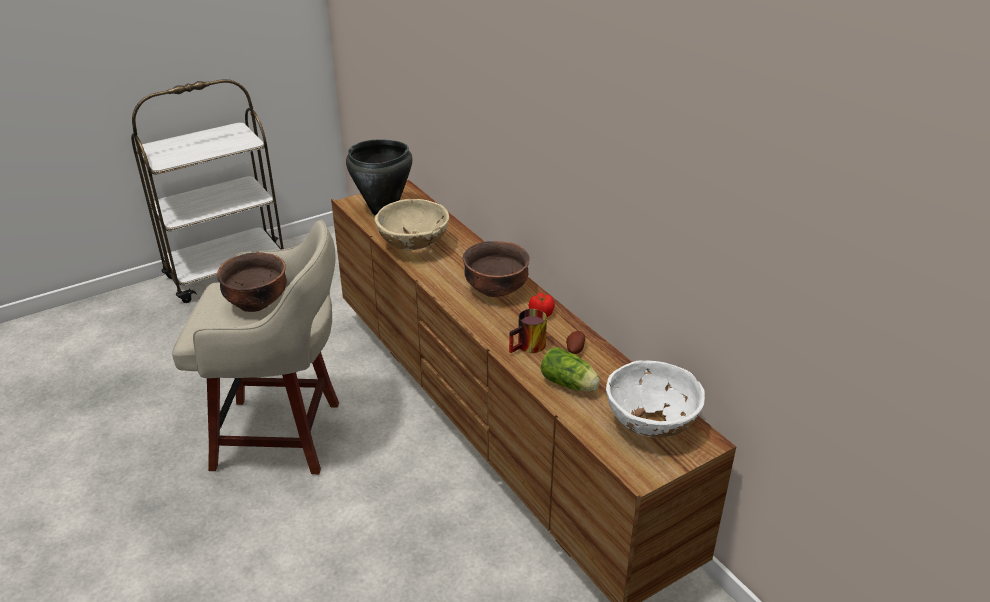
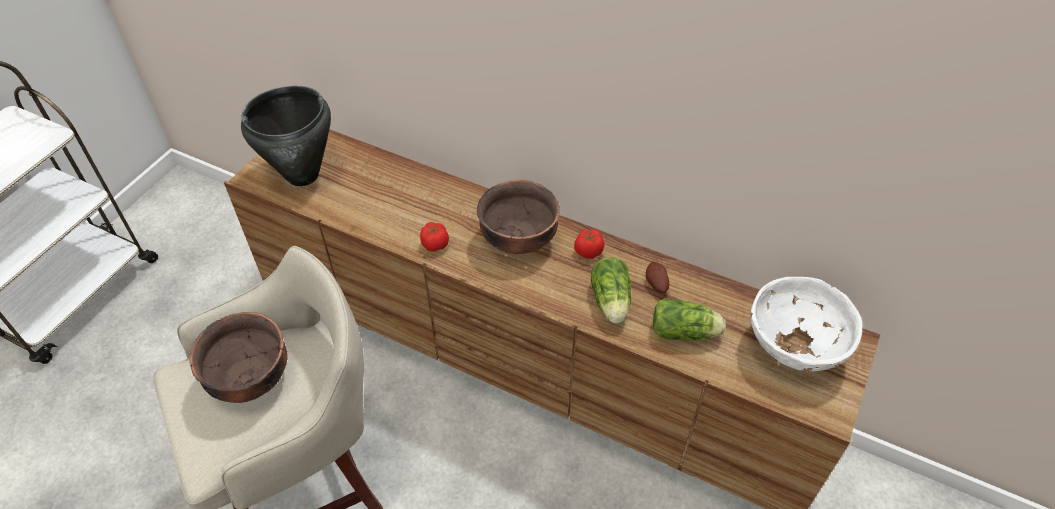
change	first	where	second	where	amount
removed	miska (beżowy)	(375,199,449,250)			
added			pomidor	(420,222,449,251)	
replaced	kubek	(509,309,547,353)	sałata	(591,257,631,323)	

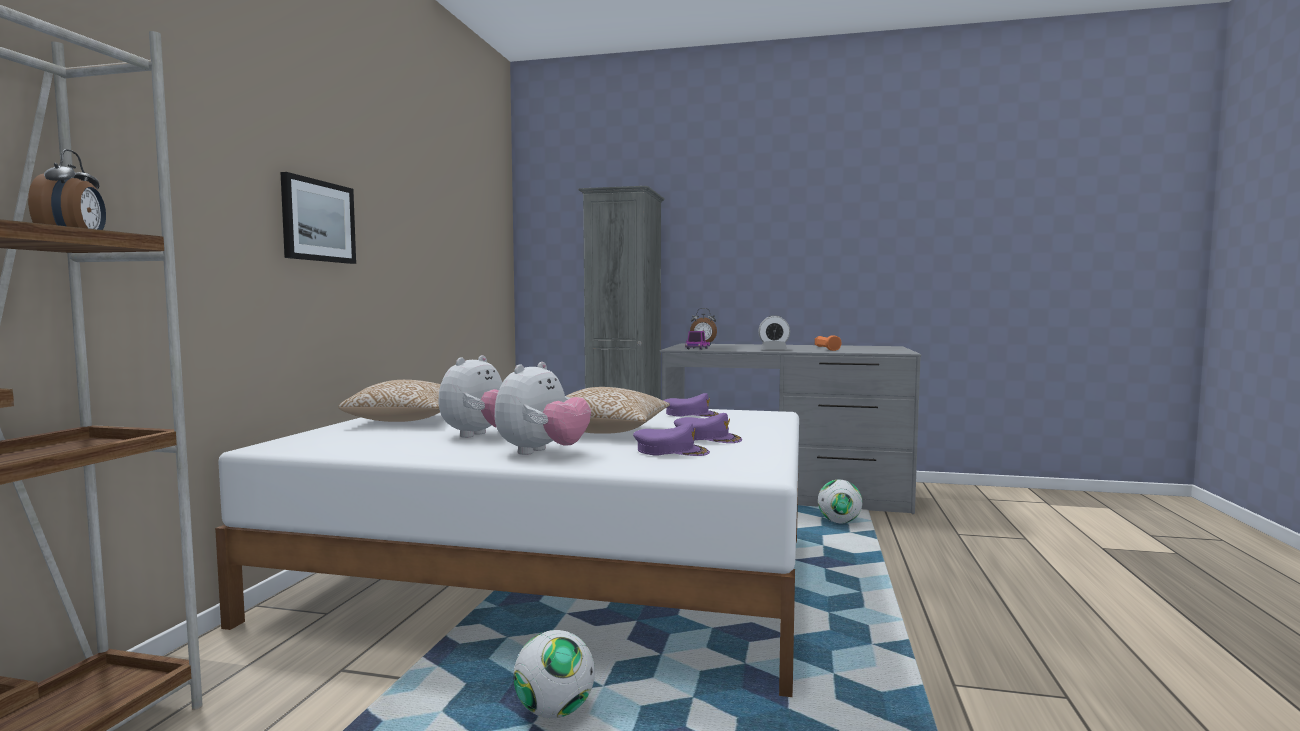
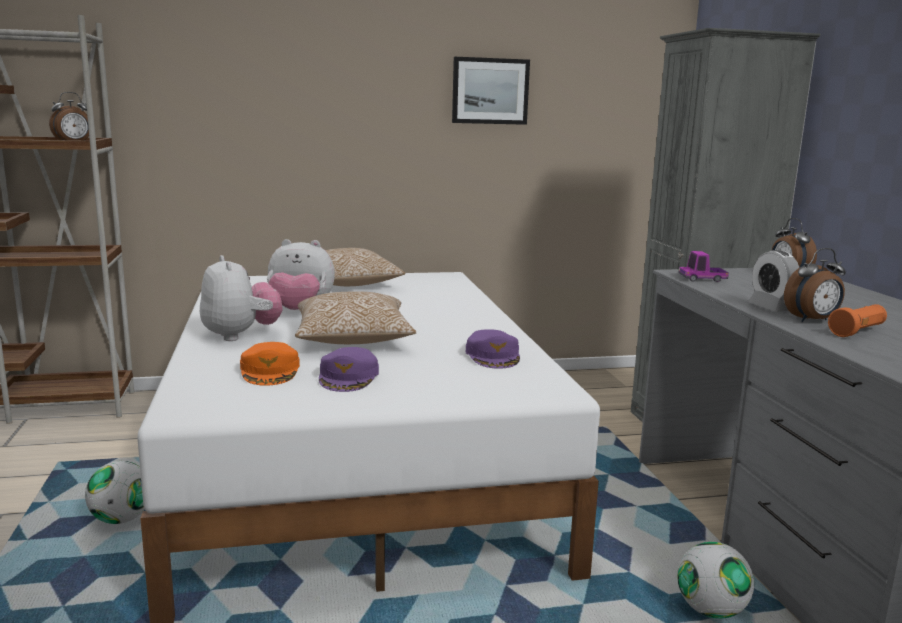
change	first	where	second	where	amount
added			budzik	(784,248,846,322)	
moved	obraz	(280,172,356,264)		(452,57,530,125)	
recoloured	czapka z daszkiem (fioletowy)	(633,423,710,456)	czapka z daszkiem (pomarańczowy)	(240,342,300,386)	
turned	pluszak	(495,362,591,455)		(200,255,283,341)	120 degrees counterclockwise

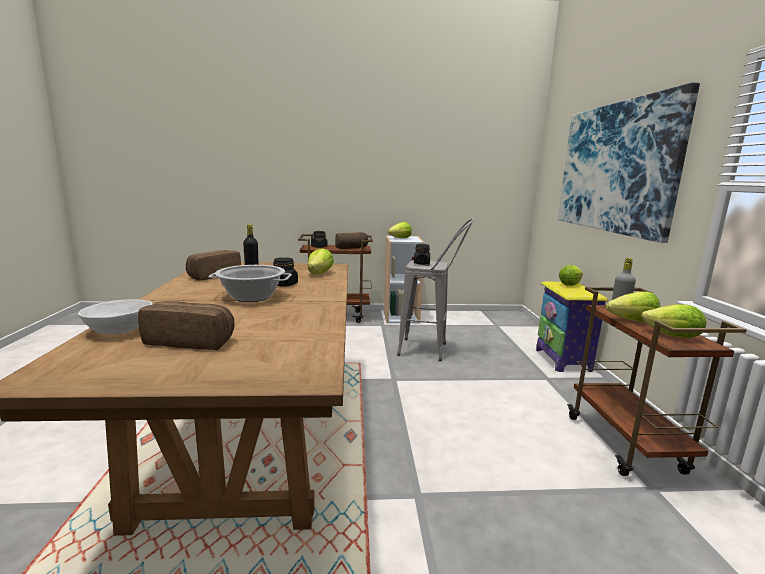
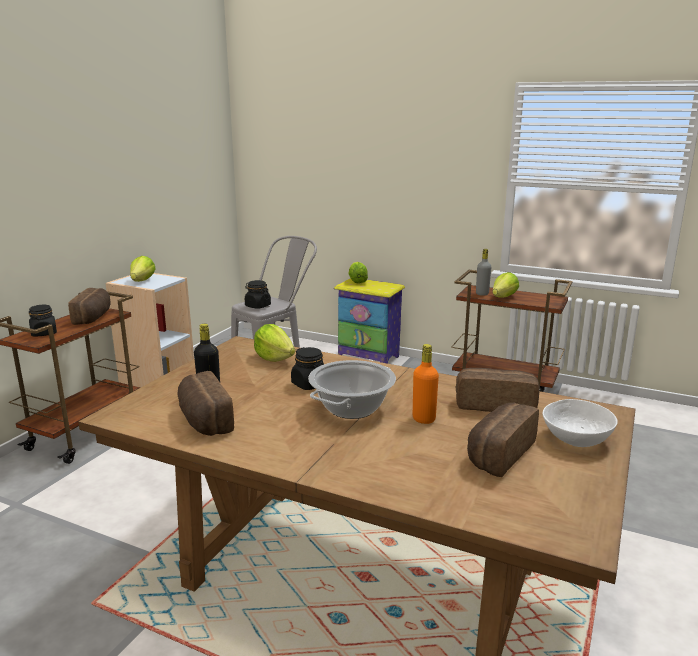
change	first	where	second	where	amount
removed	obraz	(558,82,700,243)			
removed	sałata	(641,304,706,338)			
added			butelka (pomarańczowy)	(413,344,439,424)	
added			chleb	(456,368,539,412)	
moved	miska (biały)	(78,299,153,335)		(543,399,618,447)	

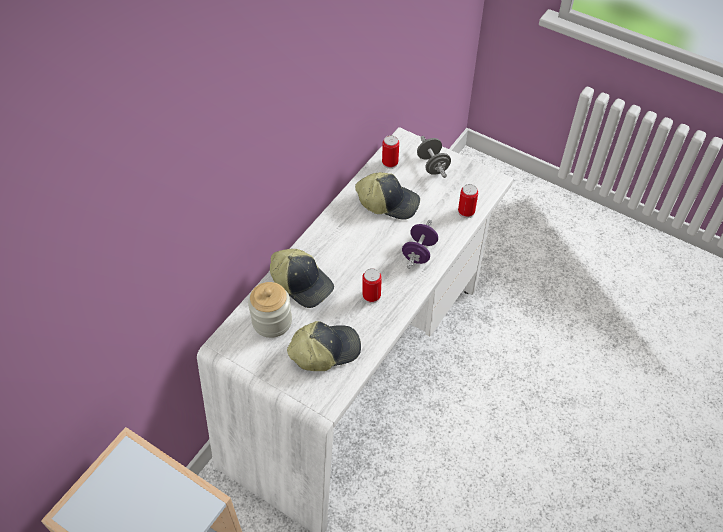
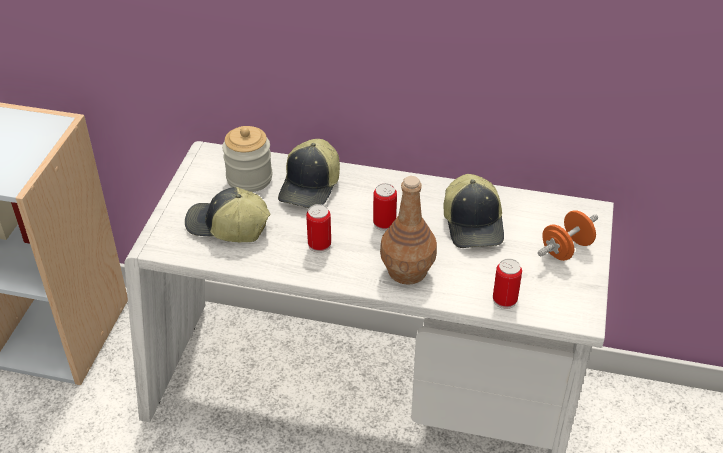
change	first	where	second	where	amount
moved	puszka	(382,135,399,169)		(373,183,397,231)	
replaced	hantel (fioletowy)	(402,220,438,269)	butelka (brązowy)	(380,176,437,285)	
recoloured	hantel (szary)	(417,136,451,178)	hantel (pomarańczowy)	(538,210,598,261)	
turned	czapka z daszkiem	(287,321,361,371)		(185,187,271,243)	150 degrees clockwise

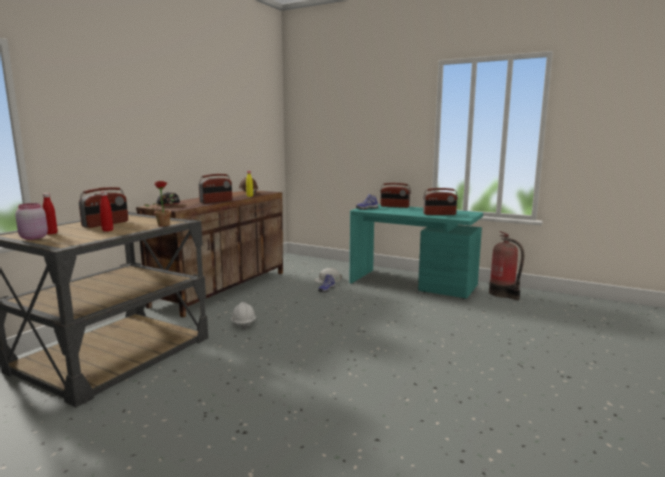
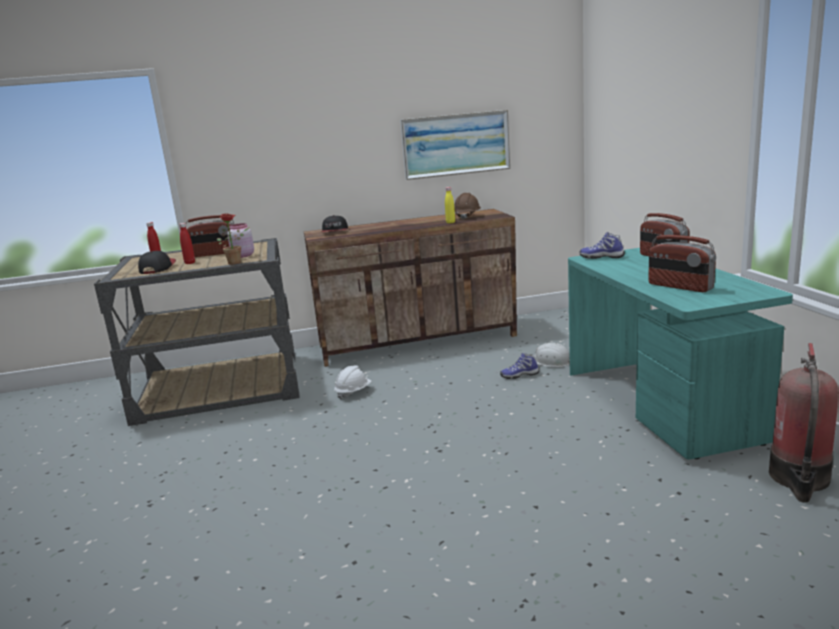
change	first	where	second	where	amount
removed	radio	(199,174,232,203)			
added			czapka z daszkiem	(138,251,176,274)	
added			obraz	(400,110,510,180)	
moved	słoik (różowy)	(15,203,48,240)		(227,223,254,258)	

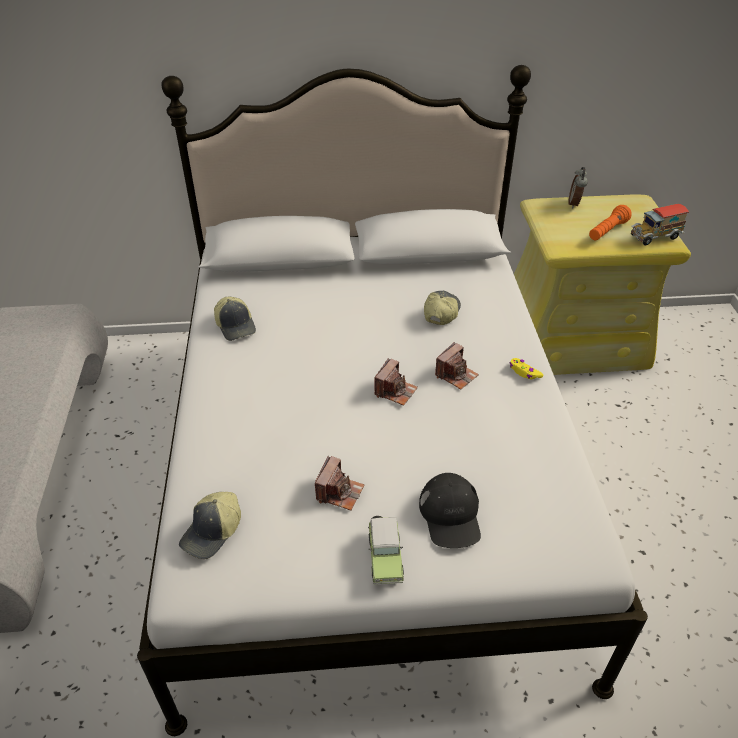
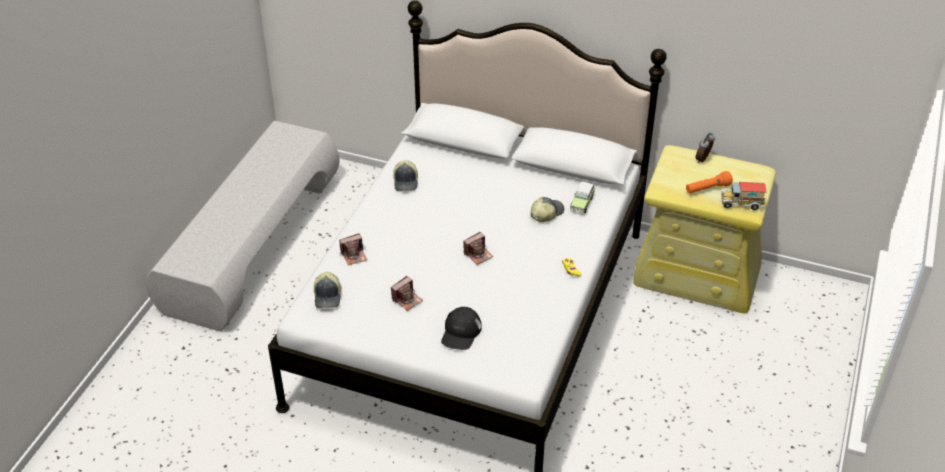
change	first	where	second	where	amount
moved	samochodzik	(368,516,404,585)		(570,181,595,213)	
moved	aparat fotograficzny	(435,342,479,390)		(339,233,367,265)	
turned	czapka z daszkiem	(179,492,241,559)		(314,272,341,308)	60 degrees counterclockwise

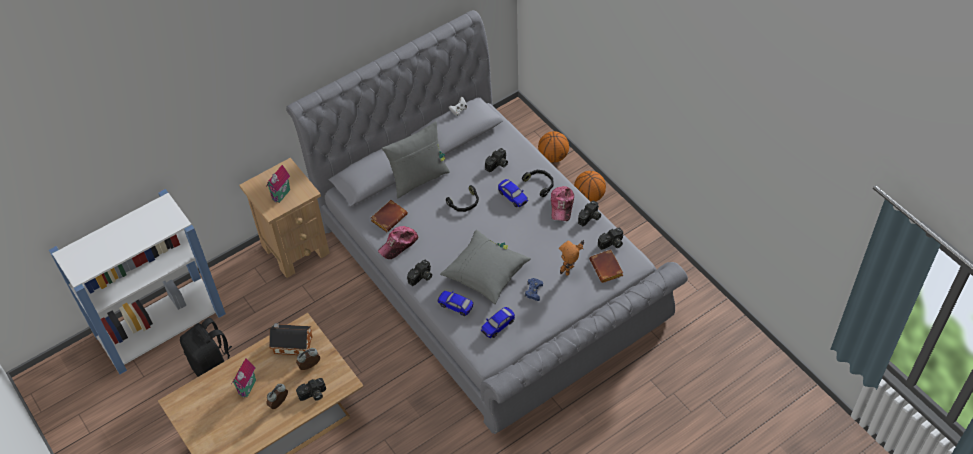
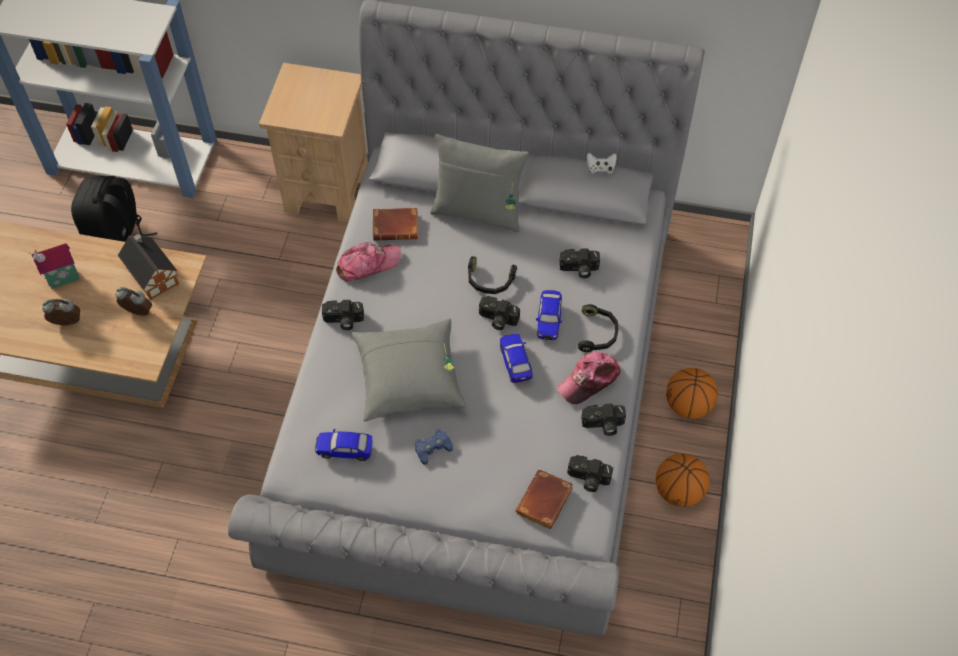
change	first	where	second	where	amount
removed	domek	(266,165,290,203)			
removed	robot zabawkowy	(559,240,584,275)			
moved	aparat fotograficzny	(296,378,326,401)		(479,296,520,330)	
moved	samochodzik	(438,291,473,316)		(500,334,533,383)	
moved	piłka do koszykówki	(538,131,569,163)		(656,454,710,507)	
turned	czapka z daszkiem	(378,226,418,259)		(336,242,401,282)	150 degrees clockwise

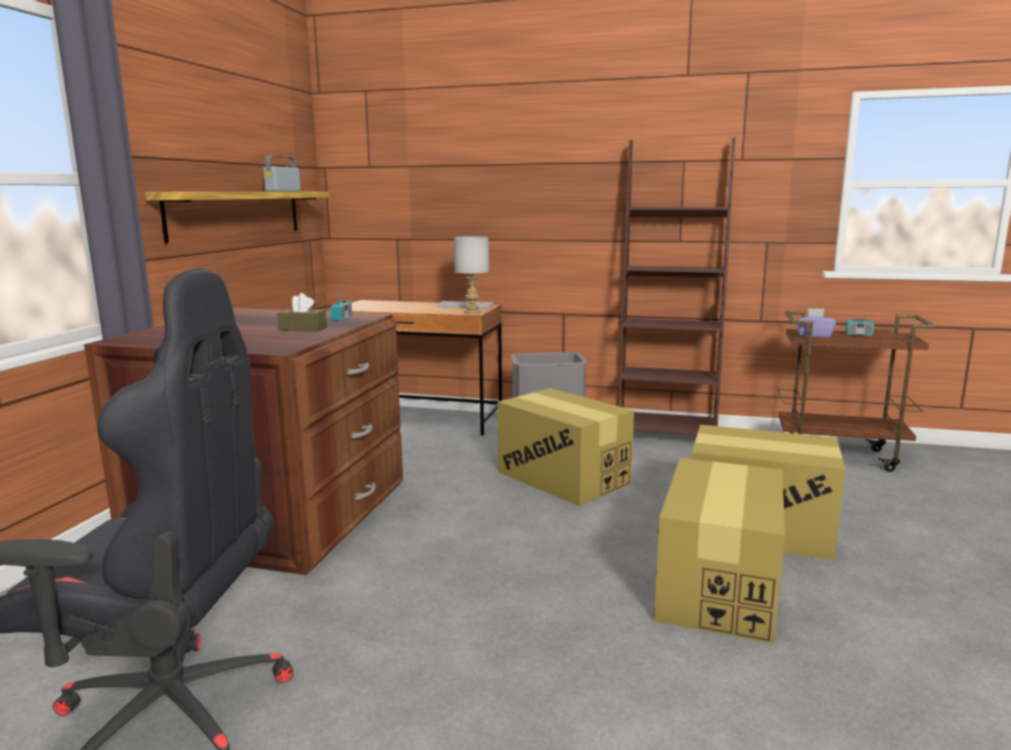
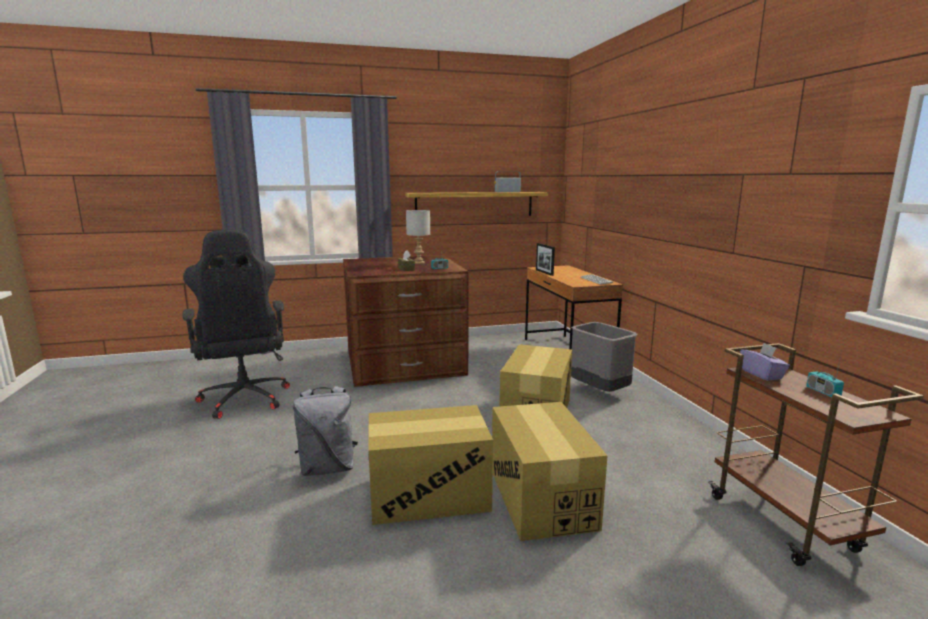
change	first	where	second	where	amount
removed	regał (brązowy)	(617,137,736,436)			
added			plecak (szary)	(293,386,358,476)	
added			ramka na zdjęcie	(536,243,555,276)	
moved	lampa stołowa (szary)	(454,236,489,314)		(406,210,430,264)	

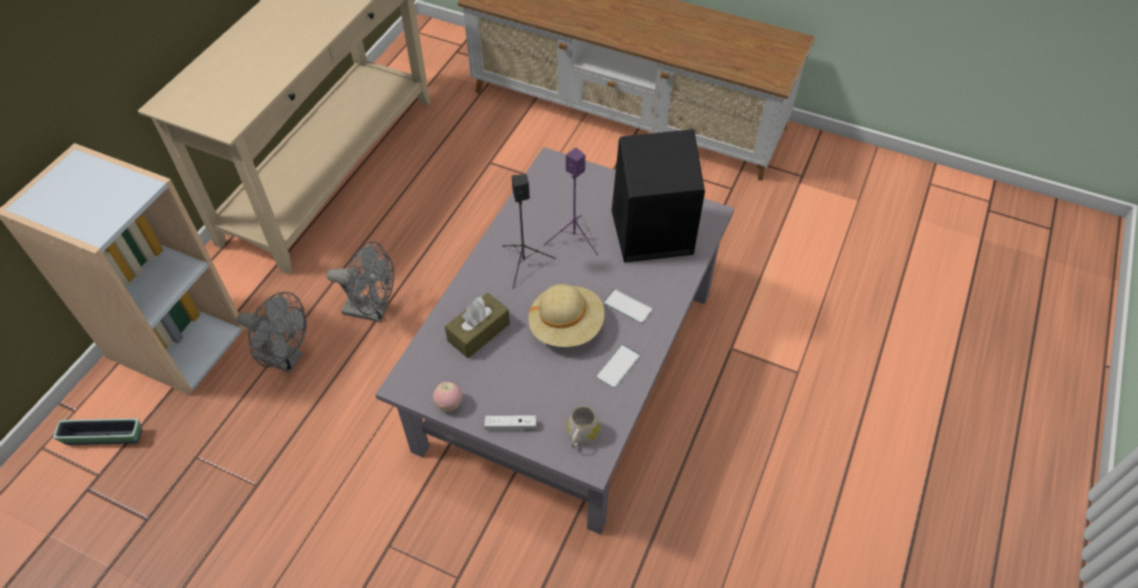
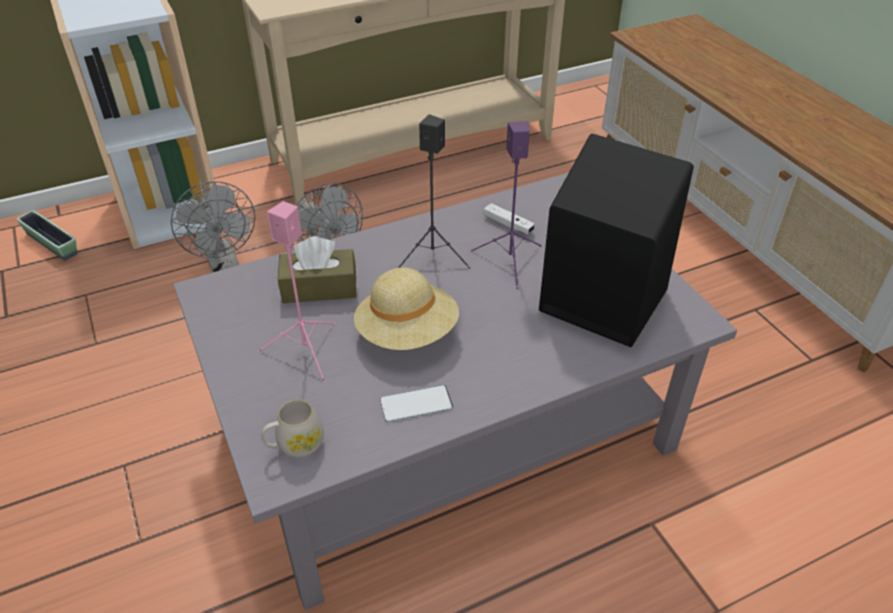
change	first	where	second	where	amount
removed	jabłko	(433,382,462,412)			
removed	telefon	(603,289,653,323)			
added			głośnik (różowy)	(258,201,335,383)	
moved	pad do gier (biały)	(485,415,536,430)		(484,203,535,234)	

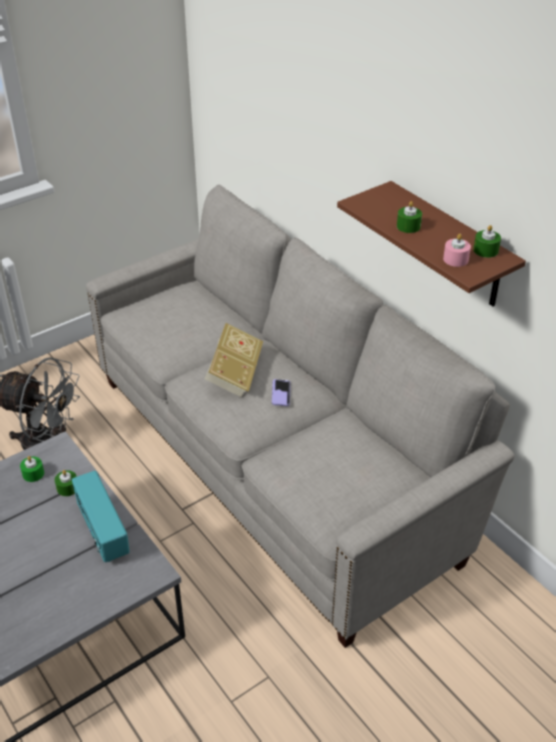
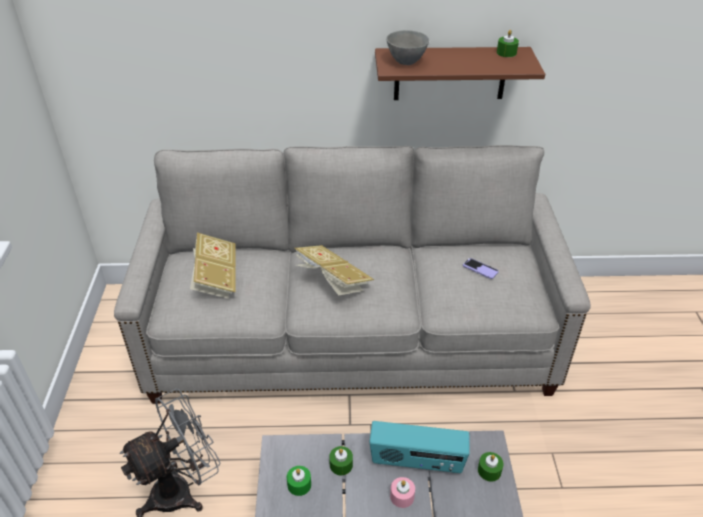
change	first	where	second	where	amount
added			książka	(190,233,236,299)	
added			miska (szary)	(386,30,429,65)	
moved	telefon	(272,379,291,406)		(463,258,499,279)	
moved	świeca (zielony)	(397,201,422,233)		(478,452,504,482)	
moved	świeca (różowy)	(443,233,471,267)		(390,477,415,508)	

